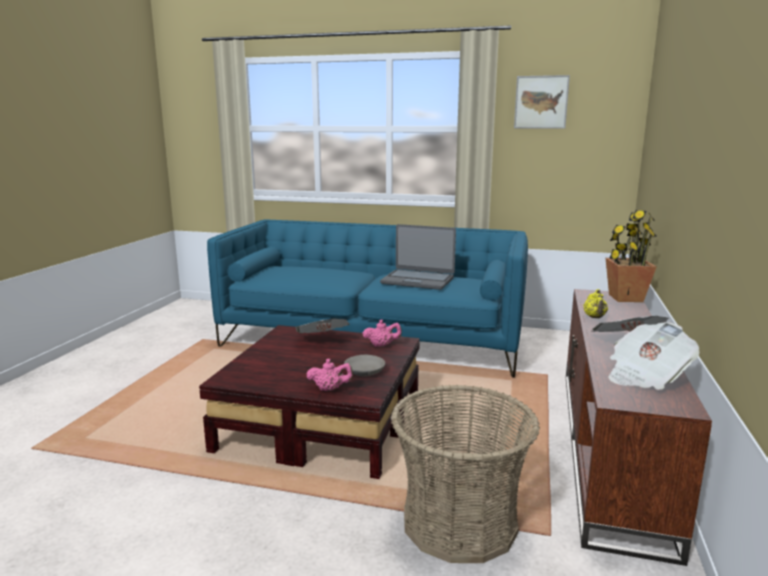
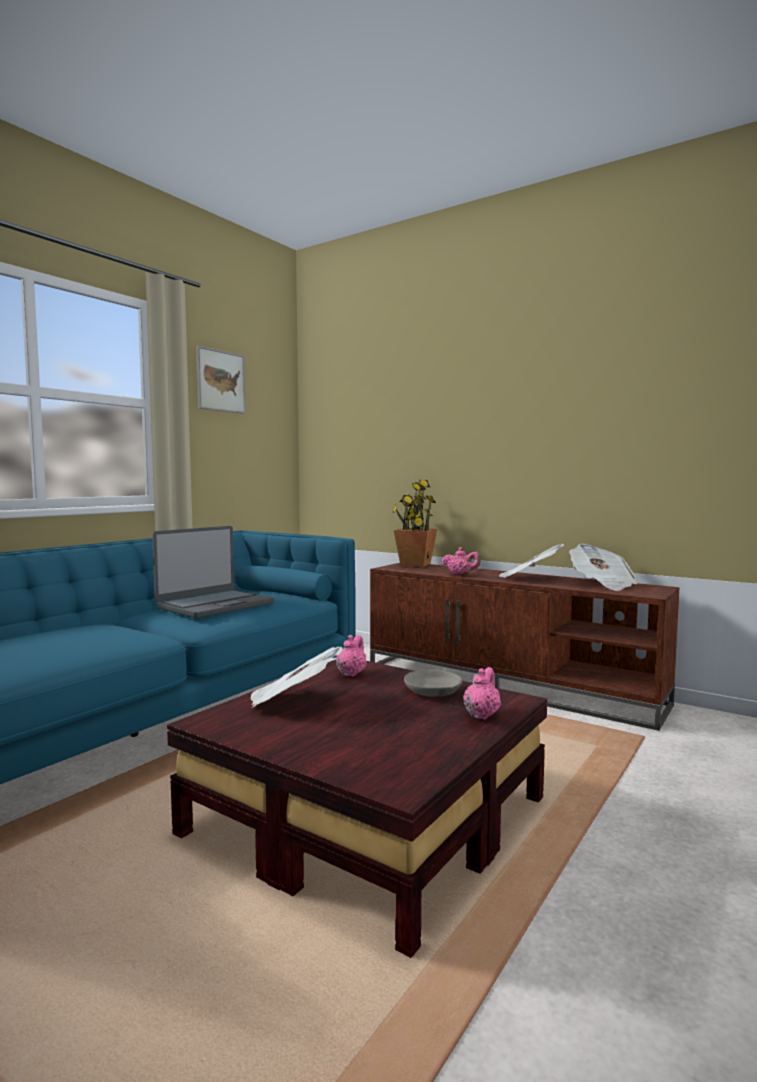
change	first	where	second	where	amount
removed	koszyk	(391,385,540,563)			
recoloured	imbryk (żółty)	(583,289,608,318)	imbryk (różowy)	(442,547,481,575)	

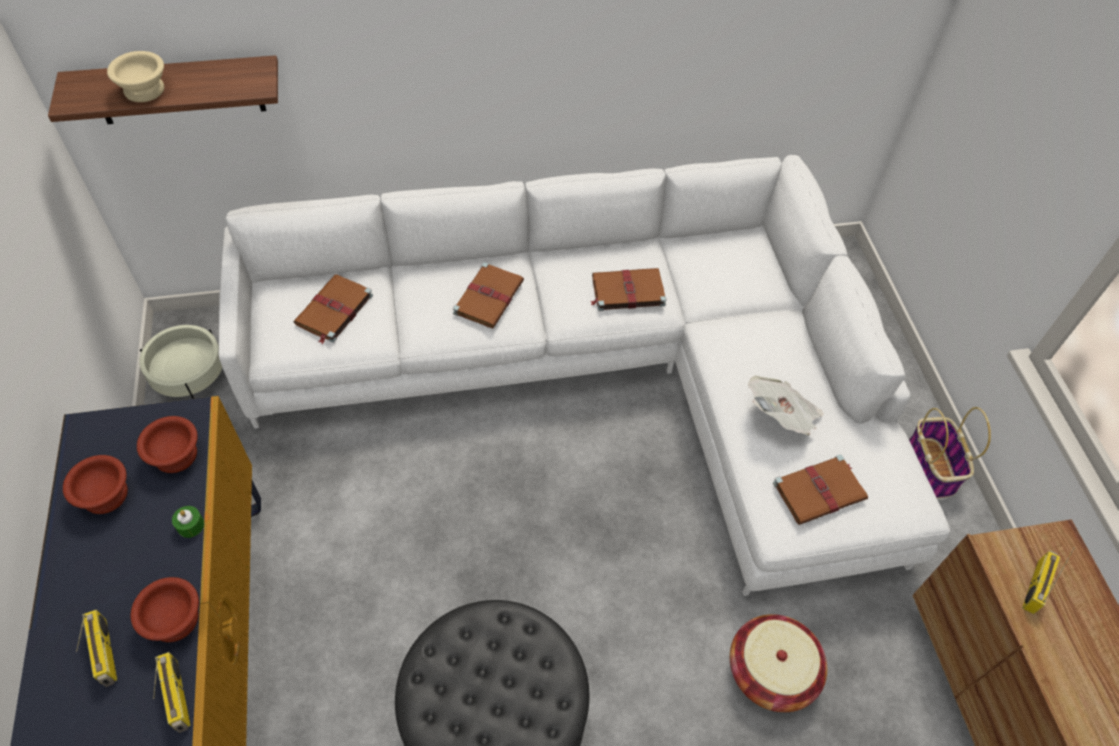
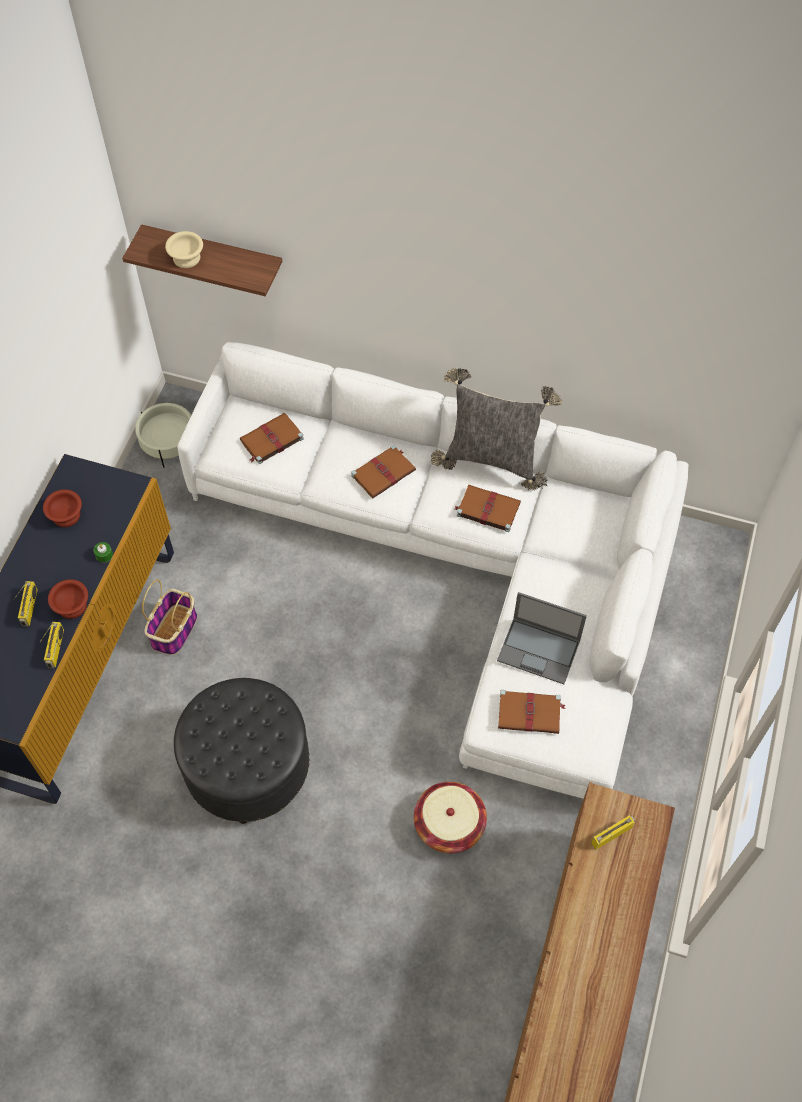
change	first	where	second	where	amount
removed	miska (brązowy)	(137,416,198,473)			
added			poduszka	(431,368,562,491)	
moved	koszyk	(909,407,991,498)		(142,579,197,655)	
replaced	gazeta	(748,376,823,435)	laptop	(497,592,587,684)	

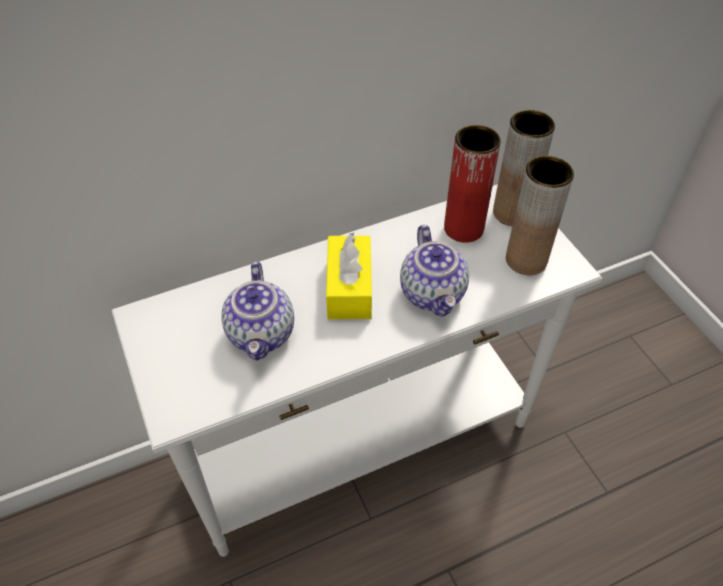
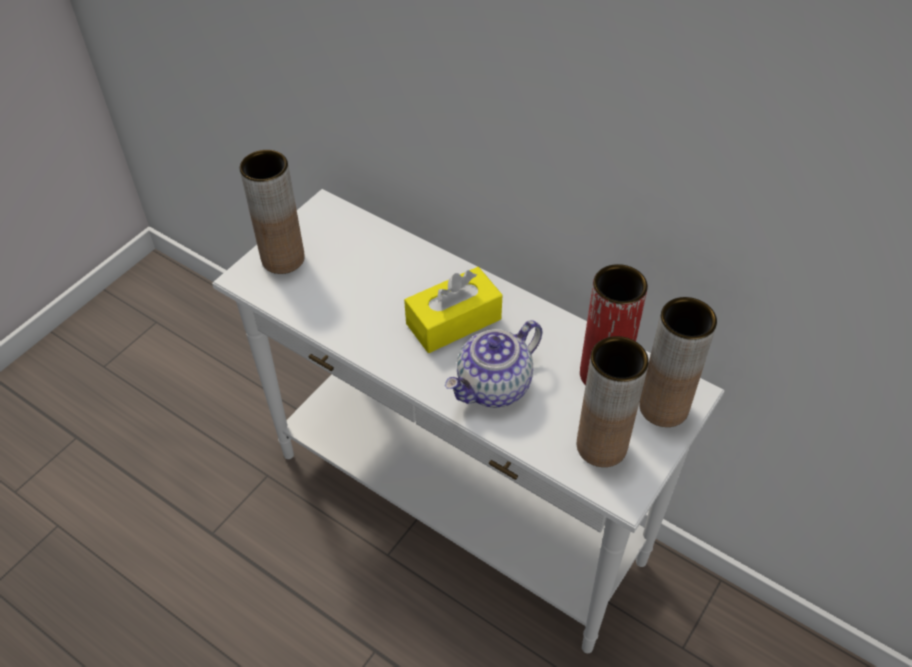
change	first	where	second	where	amount
removed	imbryk	(221,262,294,361)			
added			wazon (brązowy)	(240,150,305,274)	

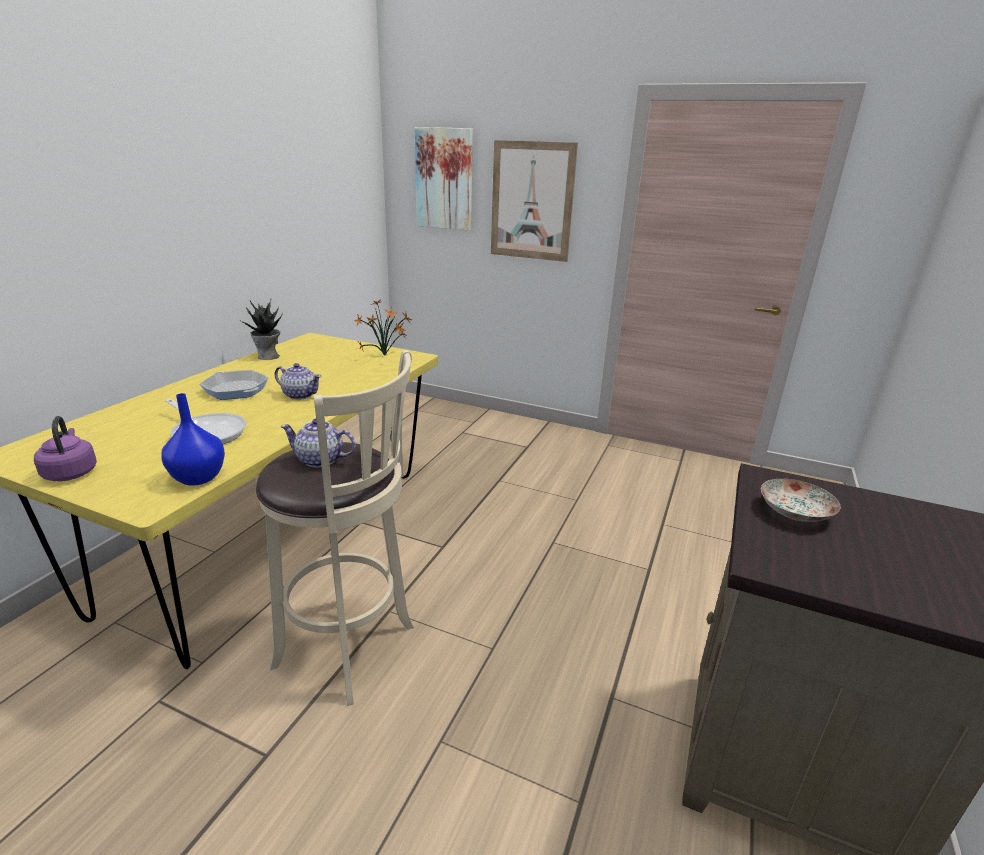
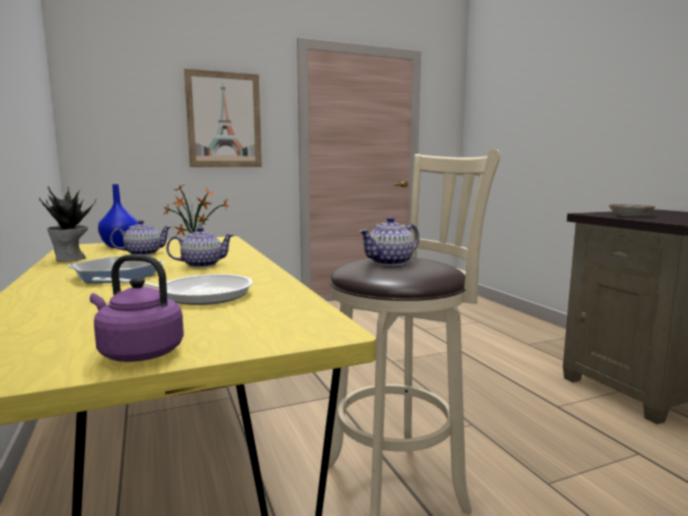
change	first	where	second	where	amount
removed	obraz	(415,127,473,231)			
added			imbryk	(110,220,171,255)	
moved	wazon (niebieski)	(161,393,225,486)		(98,184,138,248)	

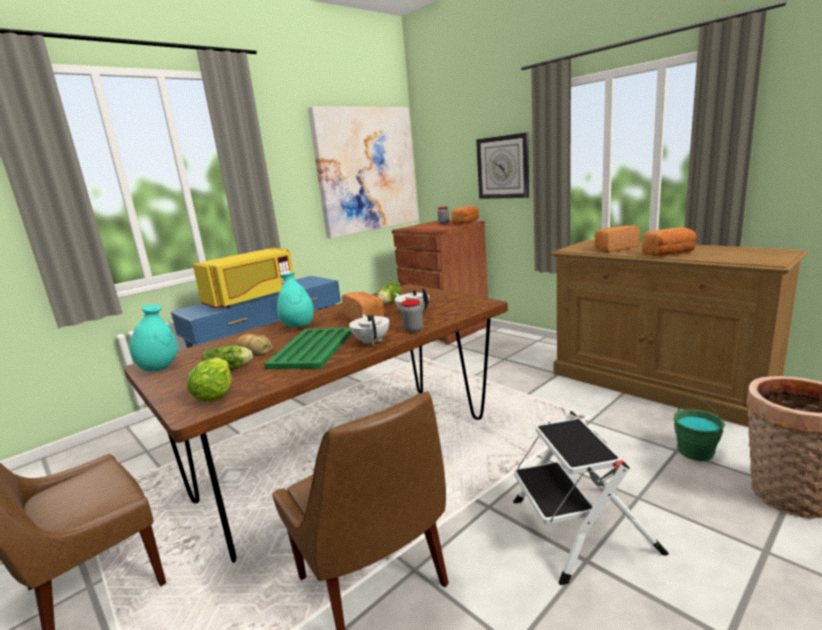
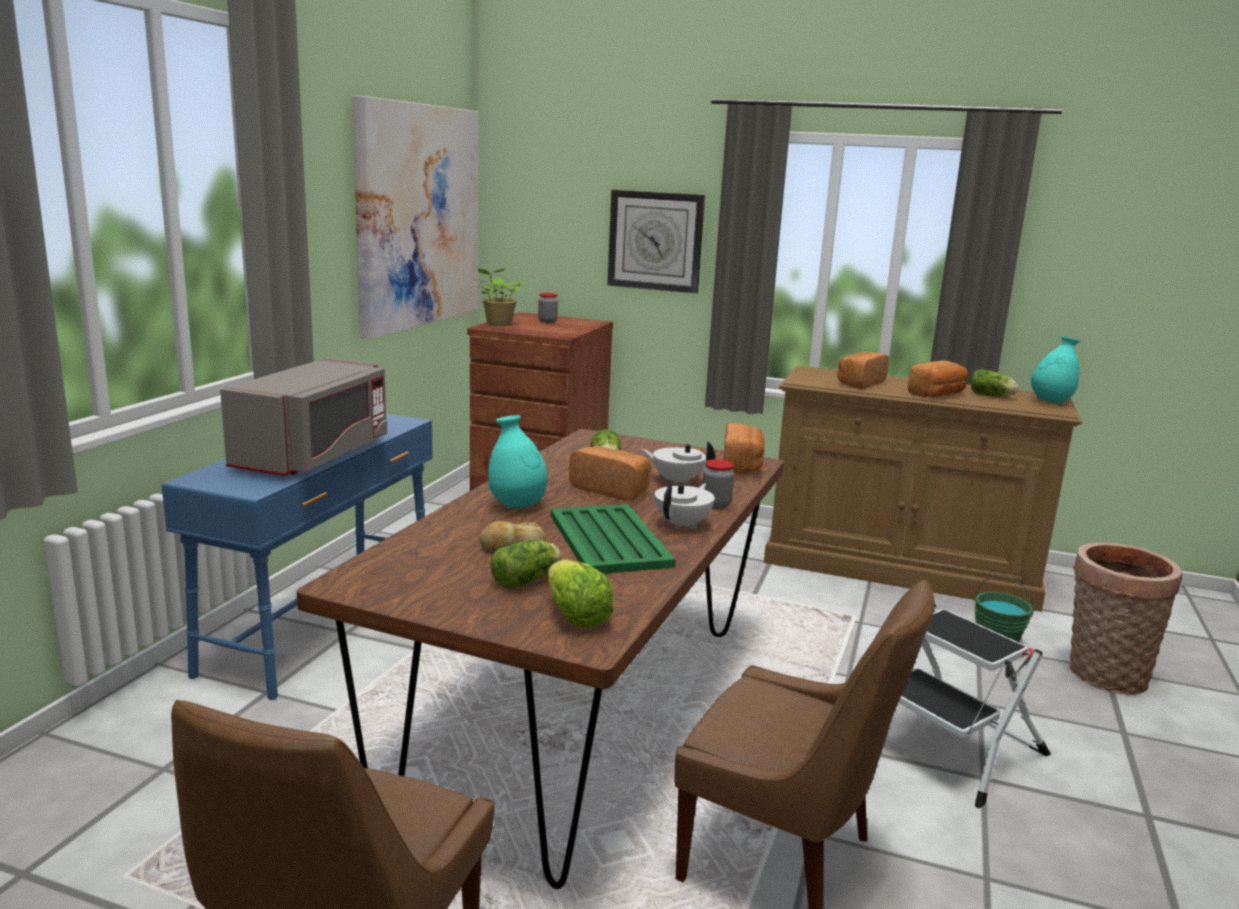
change	first	where	second	where	amount
added			roślina doniczkowa	(475,269,524,326)	
added			sałata	(971,369,1019,396)	
moved	wazon (turkusowy)	(130,305,178,372)		(1031,336,1080,404)	
moved	chleb	(451,206,479,225)		(723,423,765,473)	
recoloured	mikrofalówka (żółty)	(192,248,295,308)	mikrofalówka (szary)	(220,358,387,476)	
turned	imbryk (biały)	(349,314,389,345)		(655,483,715,529)	75 degrees clockwise

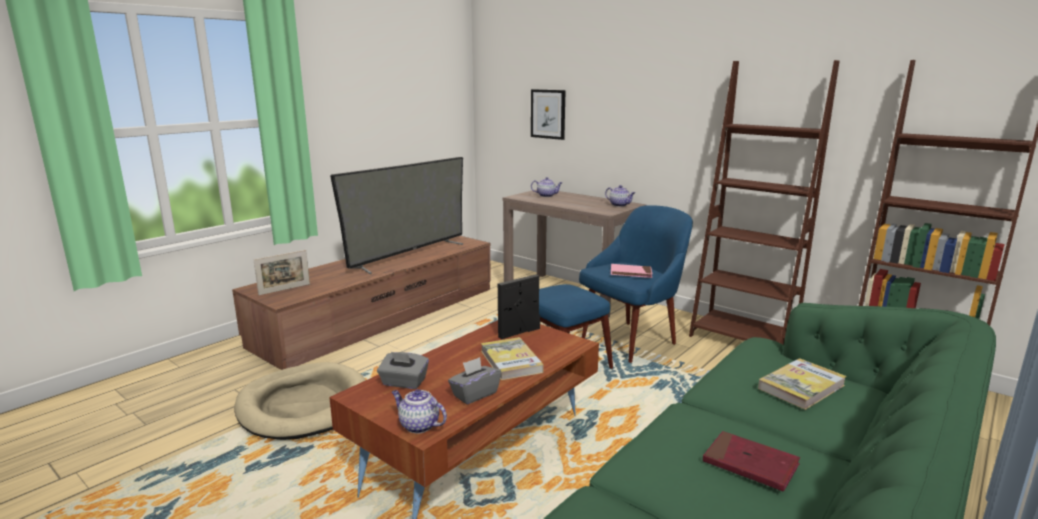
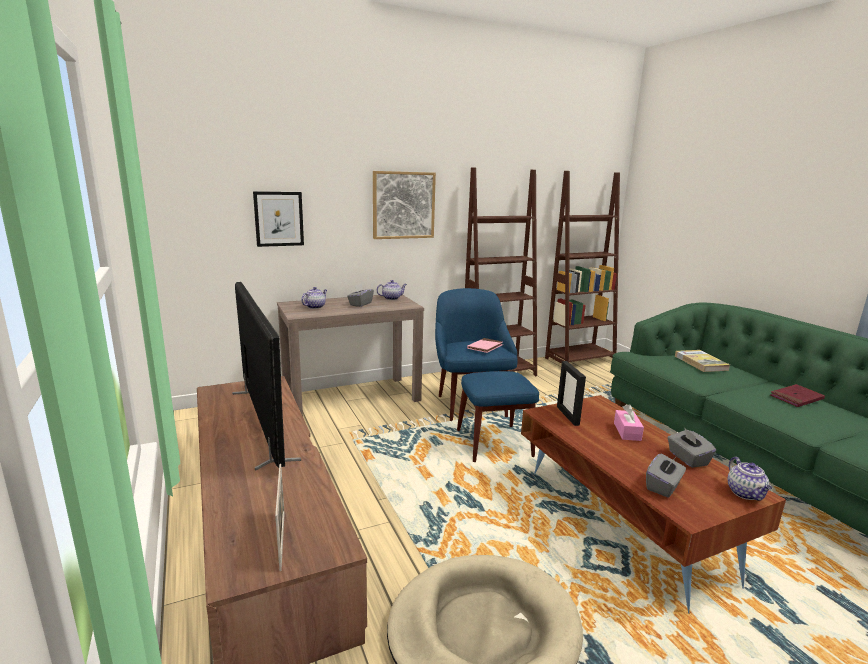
change	first	where	second	where	amount
added			pudełko chusteczek (szary)	(347,283,374,307)	
added			obraz	(373,171,436,239)	
replaced	książka	(481,337,543,380)	pudełko chusteczek (różowy)	(614,404,644,441)	
turned	imbryk	(392,389,447,434)		(728,457,772,501)	60 degrees counterclockwise

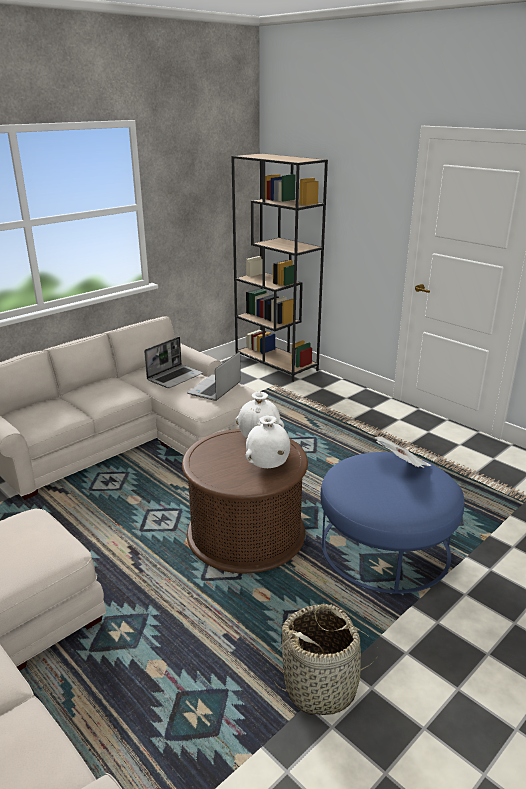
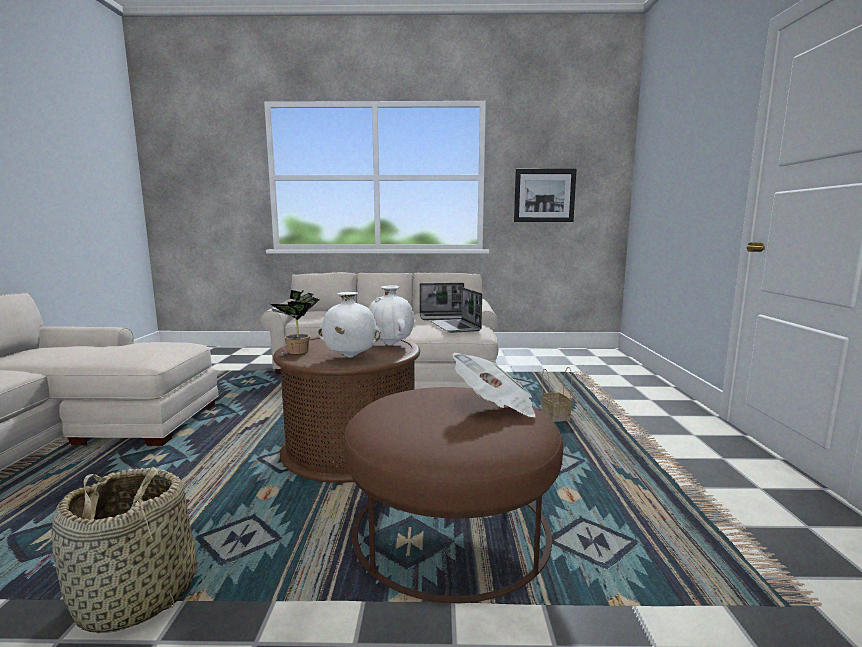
change	first	where	second	where	amount
removed	regał	(231,153,328,382)			
added			roślina doniczkowa	(271,290,319,354)	
added			obraz	(514,169,576,222)	
added			koszyk	(541,367,572,422)	
recoloured	pufa (niebieski)	(321,452,465,594)	pufa (brązowy)	(343,387,563,603)	
turned	laptop	(187,352,241,401)		(431,287,482,333)	90 degrees counterclockwise

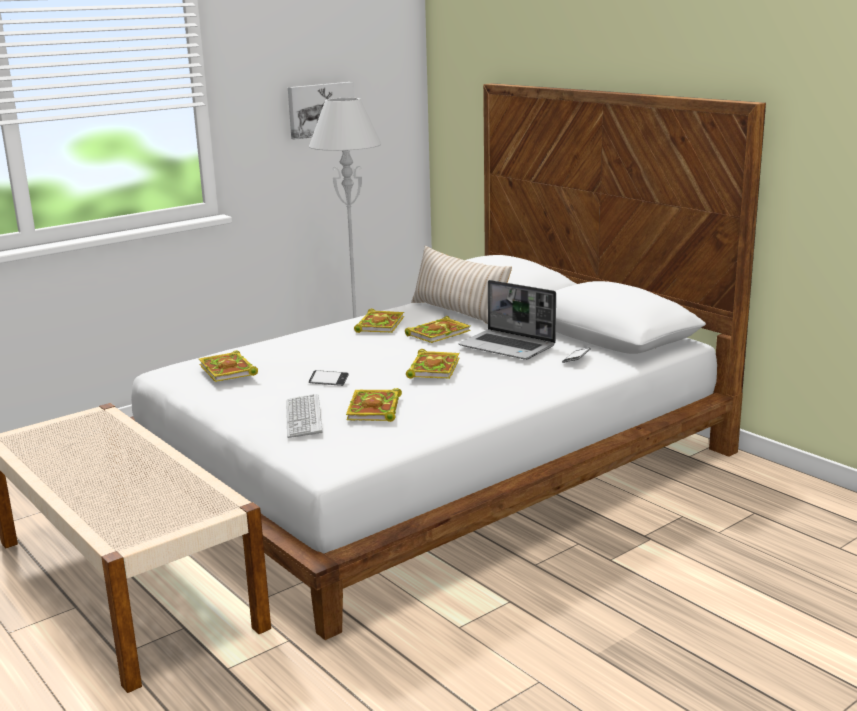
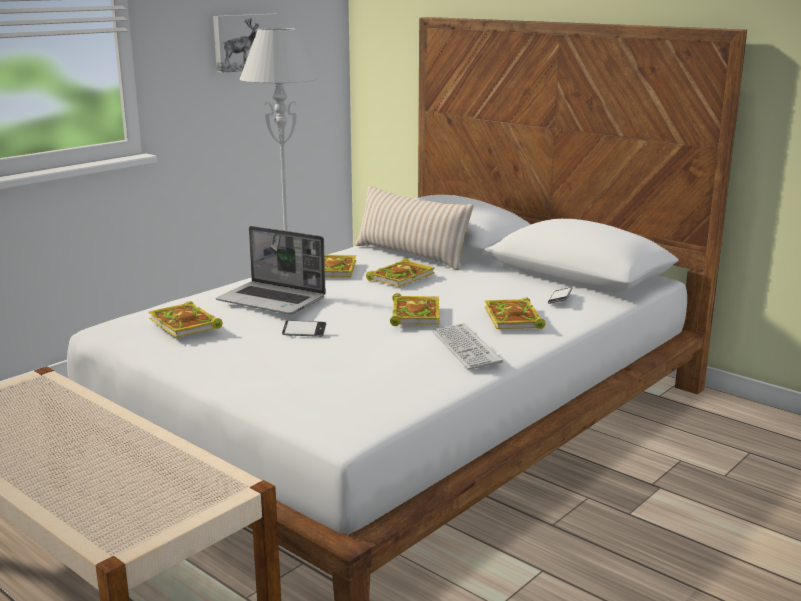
change	first	where	second	where	amount
moved	klawiatura	(286,394,322,438)		(432,323,503,370)	
moved	książka	(346,388,402,422)		(485,297,545,329)	
moved	laptop	(458,280,556,360)		(216,226,326,314)	

